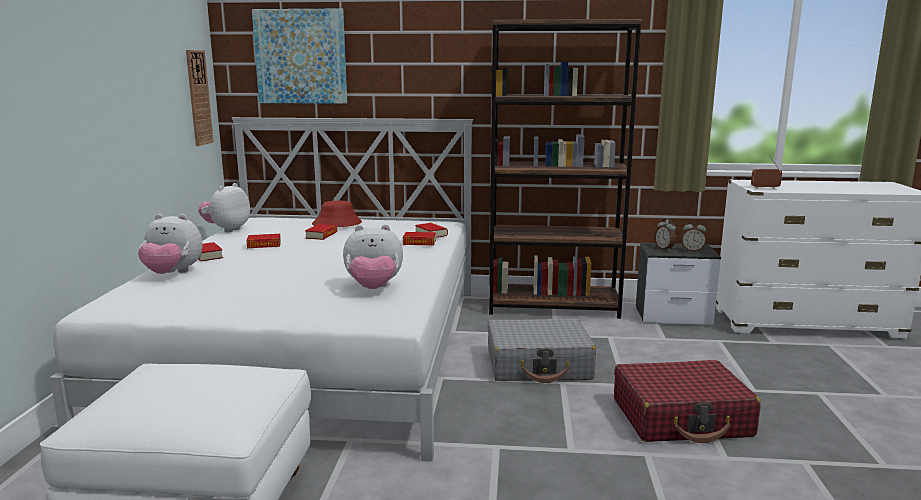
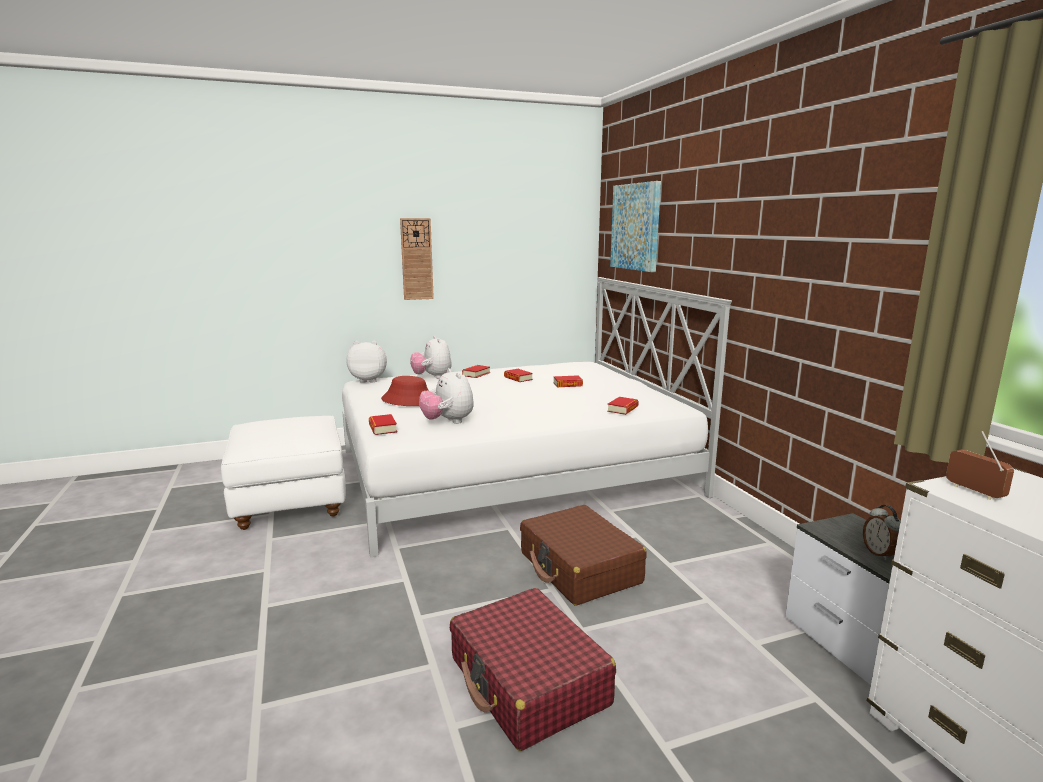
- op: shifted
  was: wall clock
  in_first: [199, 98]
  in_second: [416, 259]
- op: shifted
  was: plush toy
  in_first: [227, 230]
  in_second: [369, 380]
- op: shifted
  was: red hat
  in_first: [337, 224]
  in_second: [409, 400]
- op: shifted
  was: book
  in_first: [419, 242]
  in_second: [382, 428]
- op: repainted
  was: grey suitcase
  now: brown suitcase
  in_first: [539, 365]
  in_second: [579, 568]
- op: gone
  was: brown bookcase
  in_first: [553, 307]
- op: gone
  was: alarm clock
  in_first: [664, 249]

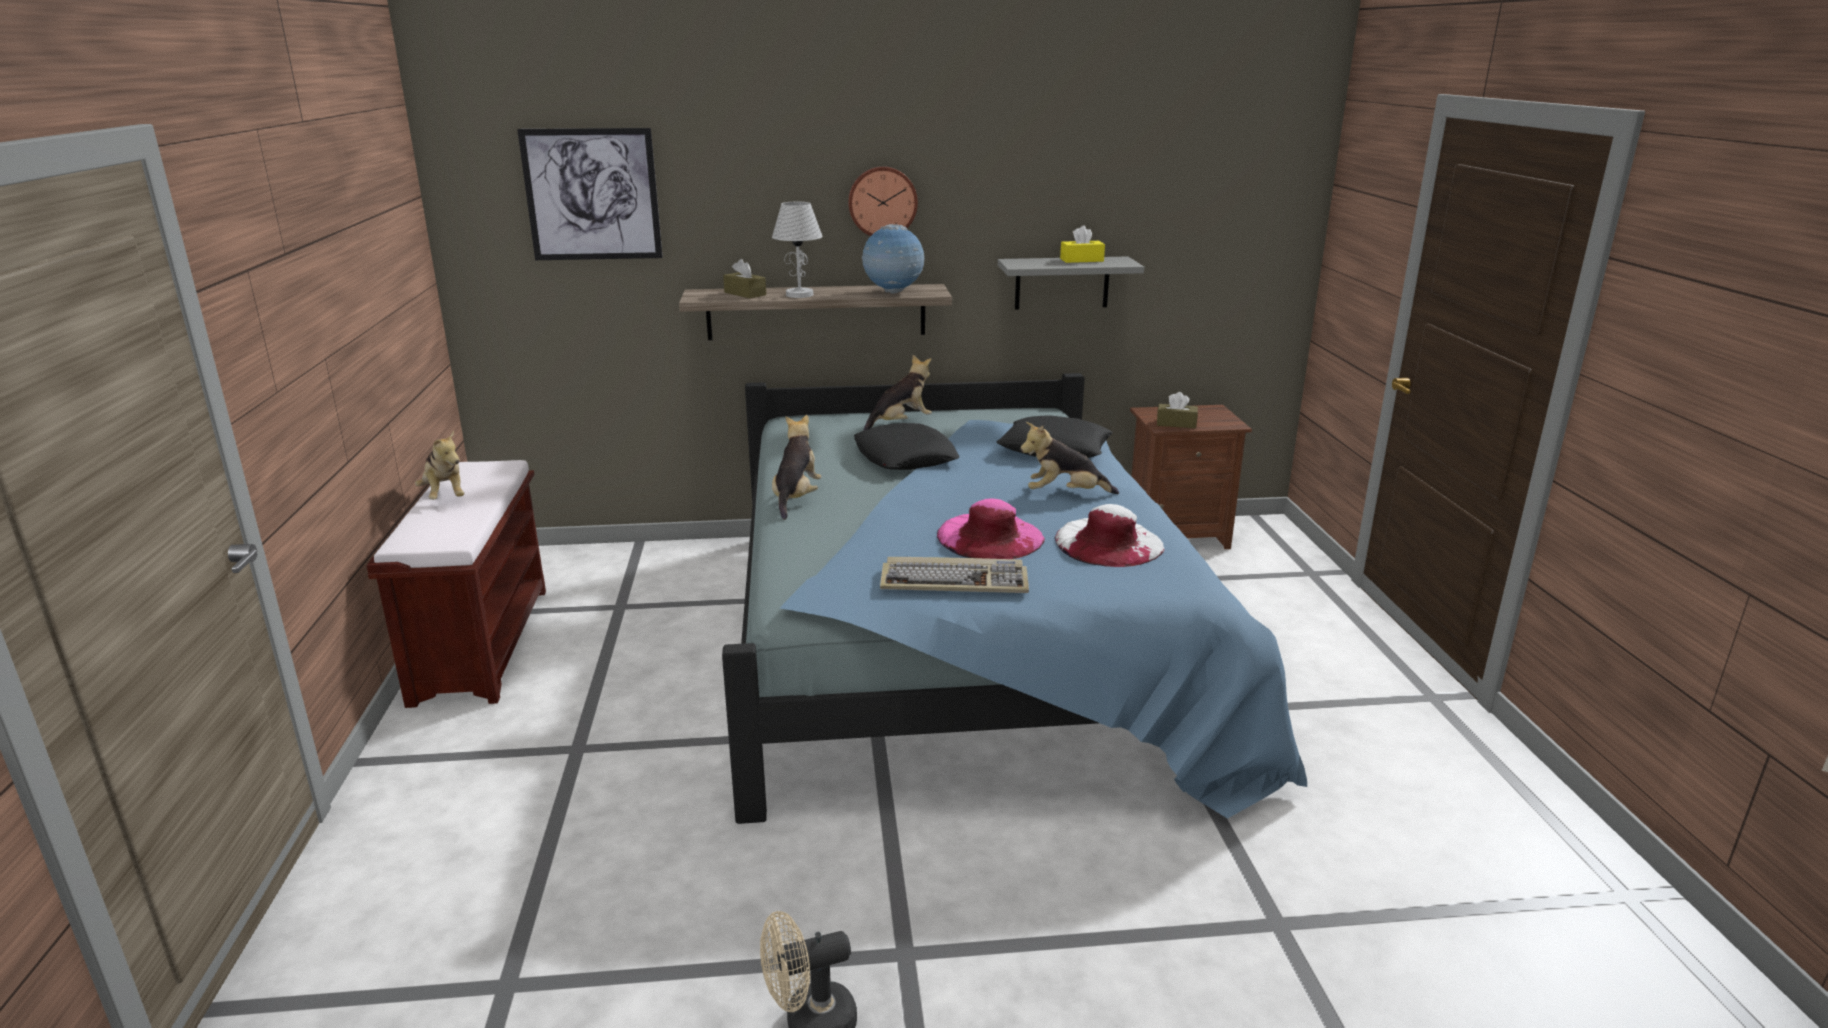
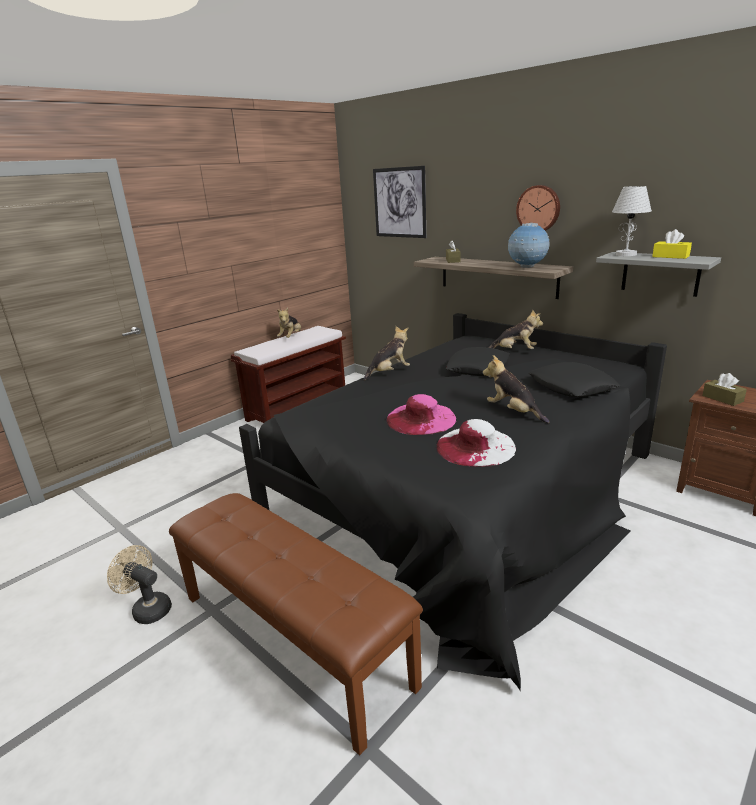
- op: repainted
  was: blue bed
  now: black bed
  in_first: [964, 647]
  in_second: [467, 493]
- op: shifted
  was: white table lamp
  in_first: [799, 295]
  in_second: [625, 254]
- op: gone
  was: keyboard
  in_first: [955, 581]
- op: new
  now: brown bench
  in_second: [294, 638]

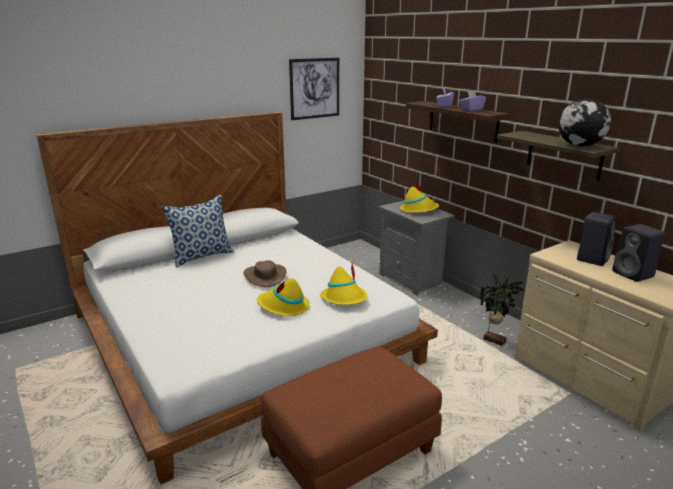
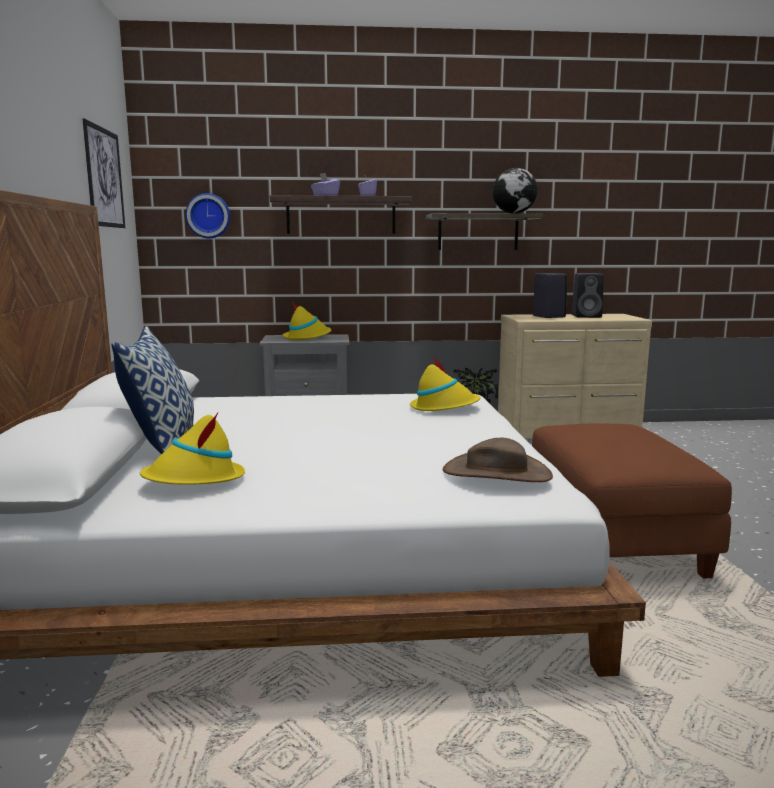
- op: shifted
  was: brown hat
  in_first: [265, 276]
  in_second: [497, 473]
- op: shifted
  was: yellow hat
  in_first: [283, 307]
  in_second: [194, 480]
- op: new
  now: wall clock
  in_second: [208, 216]

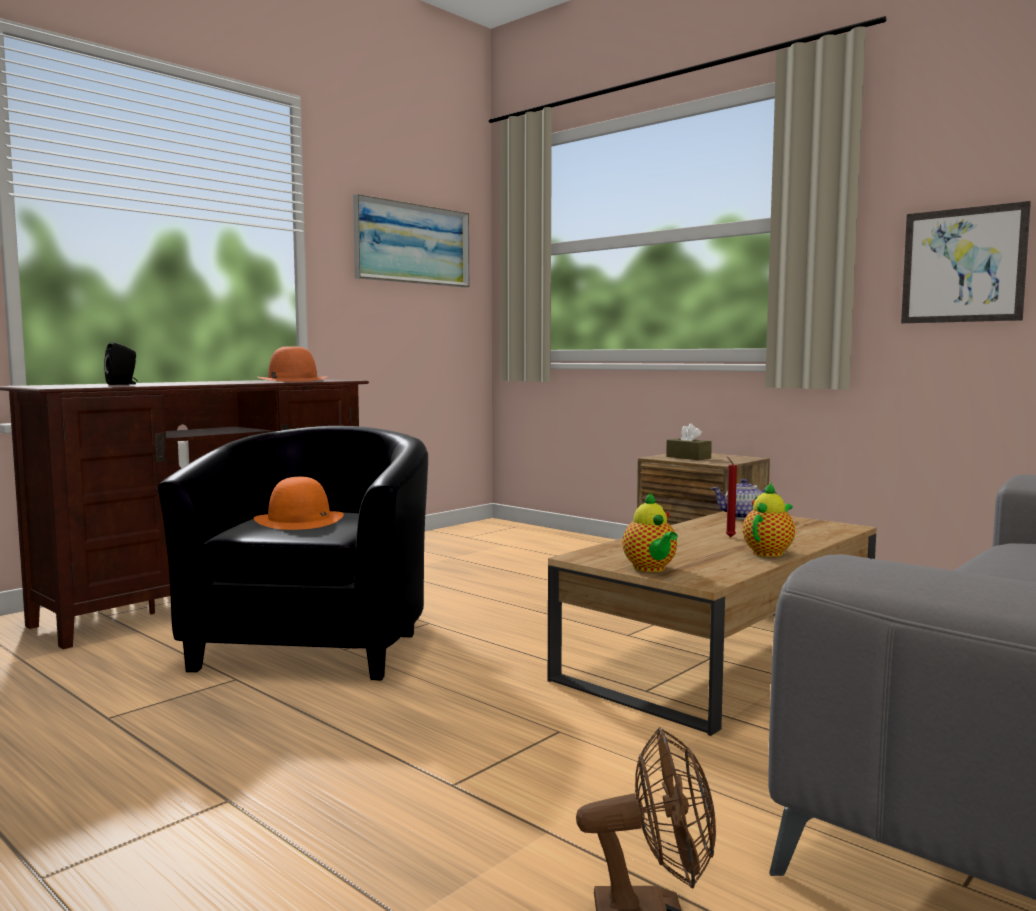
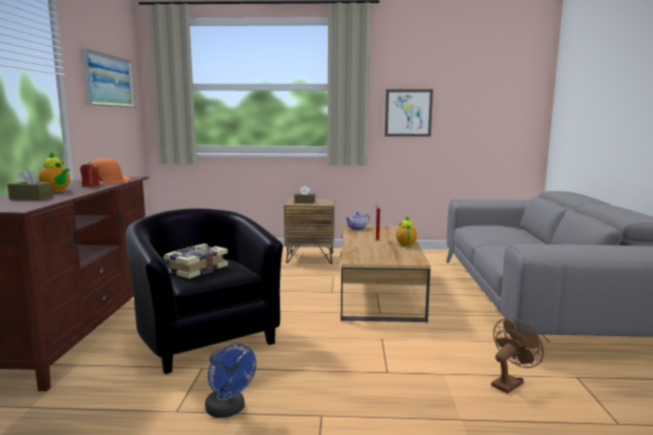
- op: swapped
  was: black speaker
  now: brown tissue box
  in_first: [123, 384]
  in_second: [31, 198]
- op: swapped
  was: orange hat
  now: book
  in_first: [299, 520]
  in_second: [195, 269]
- op: shifted
  was: teapot
  in_first: [650, 569]
  in_second: [57, 191]
- op: new
  now: red candle
  in_second: [91, 185]
- op: new
  now: blue fan
  in_second: [228, 410]

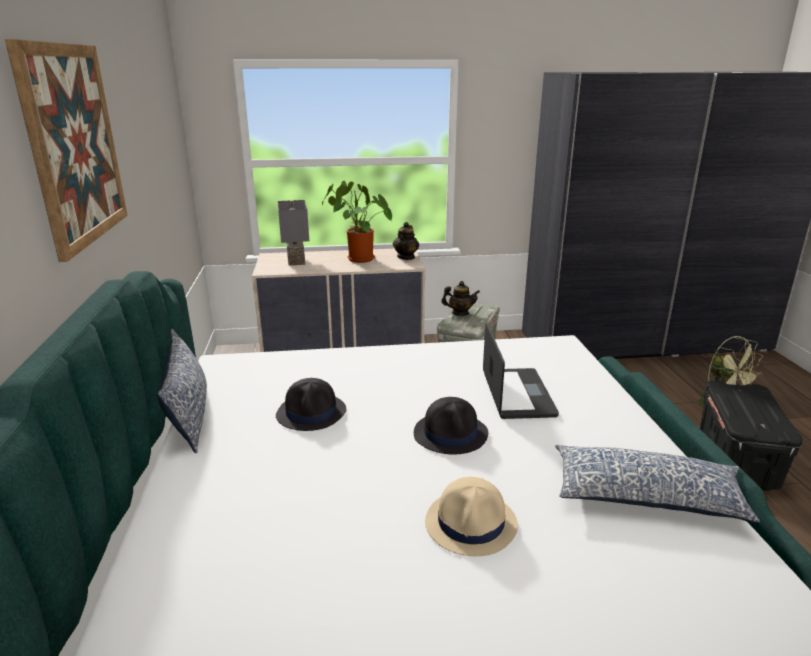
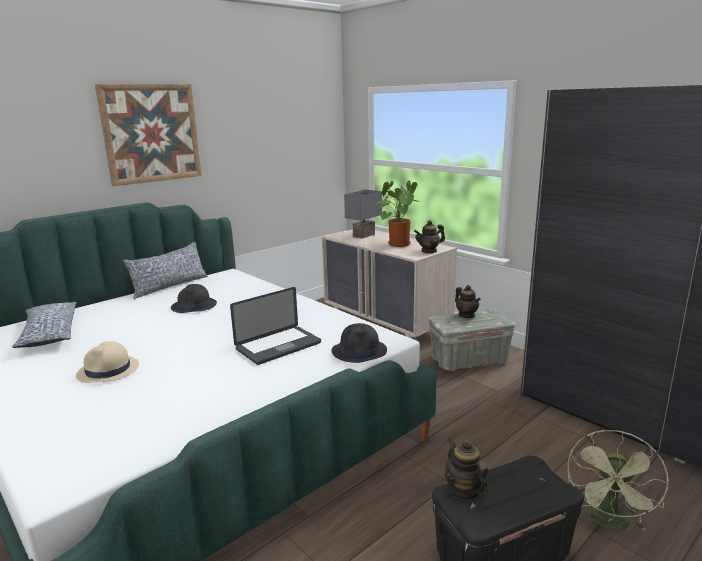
- op: shifted
  was: black hat
  in_first: [451, 434]
  in_second: [359, 351]
- op: shifted
  was: pillow
  in_first: [647, 498]
  in_second: [49, 334]
- op: new
  now: teapot
  in_second: [464, 490]

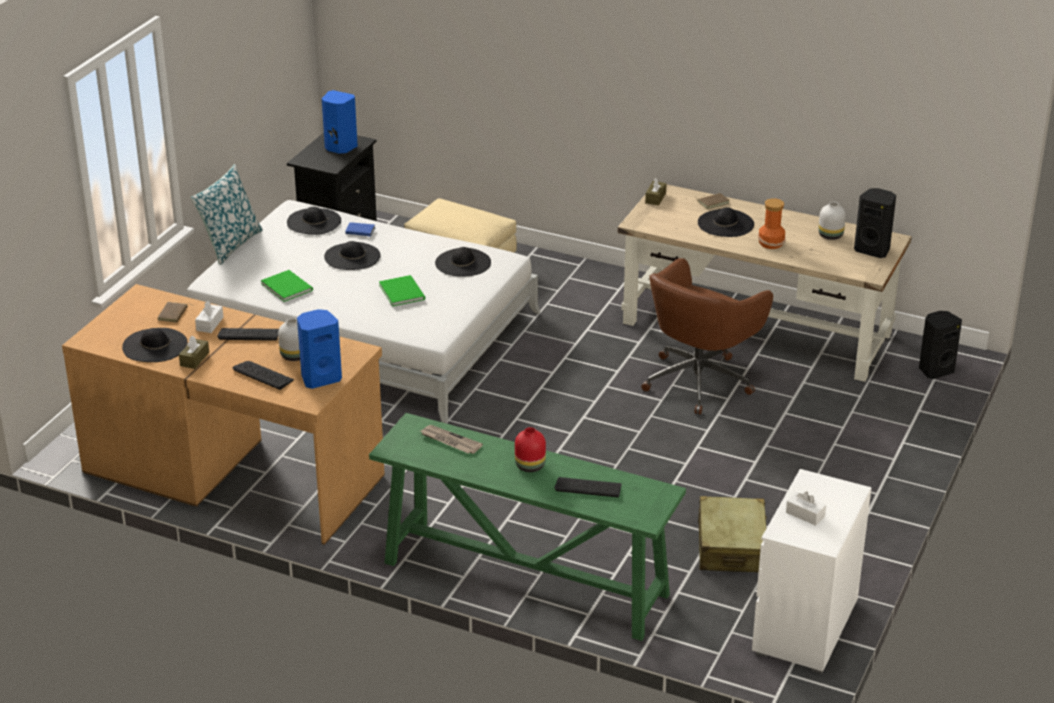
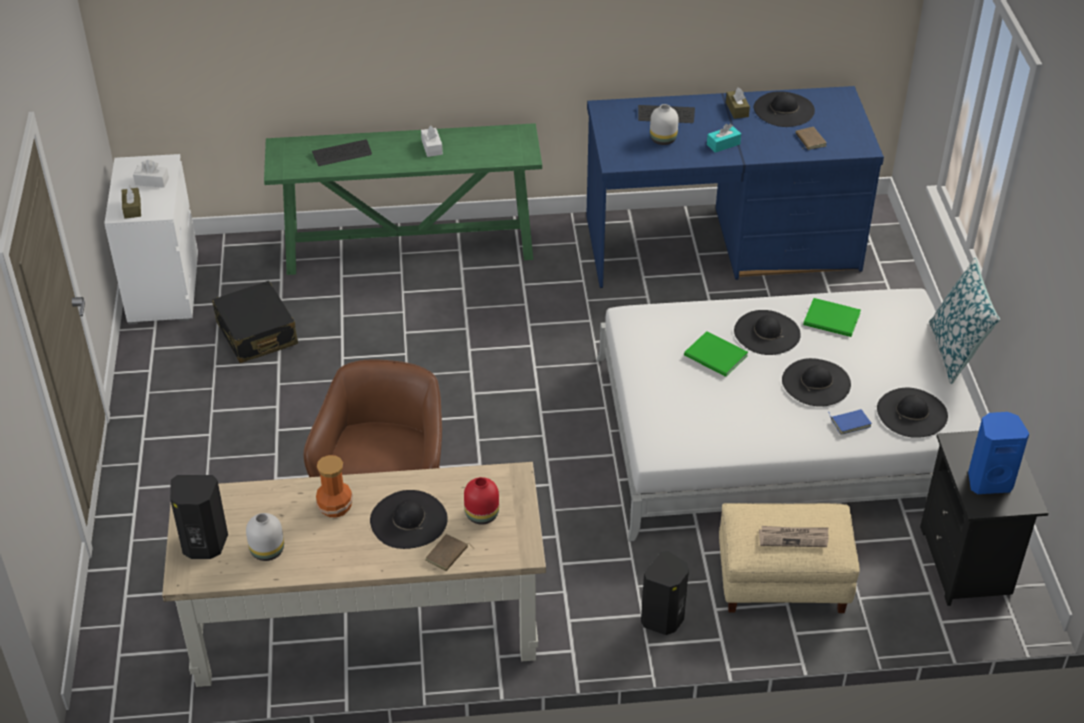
- op: repainted
  was: brown desk
  now: blue desk
  in_first: [234, 472]
  in_second: [722, 245]
- op: shifted
  was: white tissue box
  in_first: [210, 324]
  in_second: [432, 147]
- op: swapped
  was: keyboard
  now: turquoise tissue box
  in_first: [249, 335]
  in_second: [723, 144]
- op: gone
  was: blue speaker
  in_first: [320, 378]
- op: shifted
  was: newspaper
  in_first: [450, 441]
  in_second: [793, 538]
- op: shifted
  was: black hat
  in_first: [463, 263]
  in_second: [767, 332]
- op: shifted
  was: red vase
  in_first: [530, 466]
  in_second: [481, 514]
- op: shifted
  was: brown tissue box
  in_first: [655, 198]
  in_second: [132, 208]
- op: repainted
  was: beige suitcase
  now: black suitcase
  in_first: [731, 547]
  in_second: [256, 333]
- op: shifted
  was: black speaker
  in_first: [935, 370]
  in_second: [664, 619]

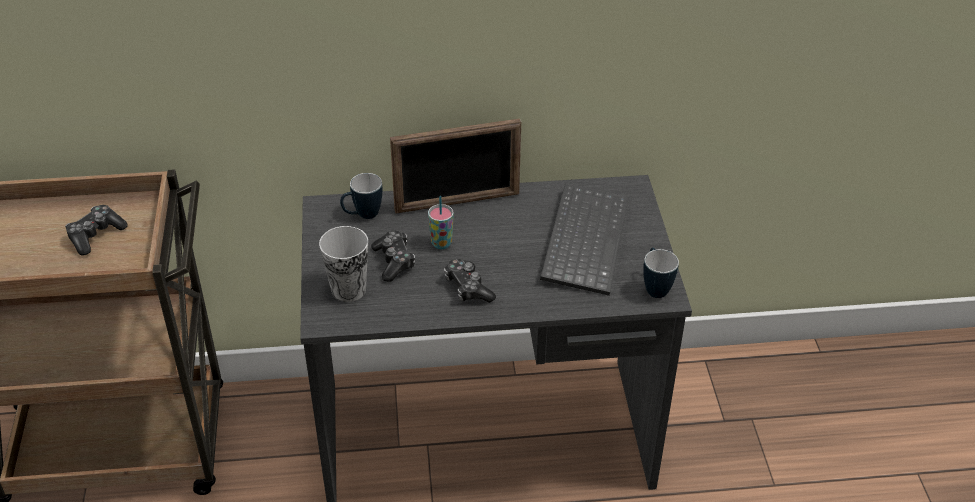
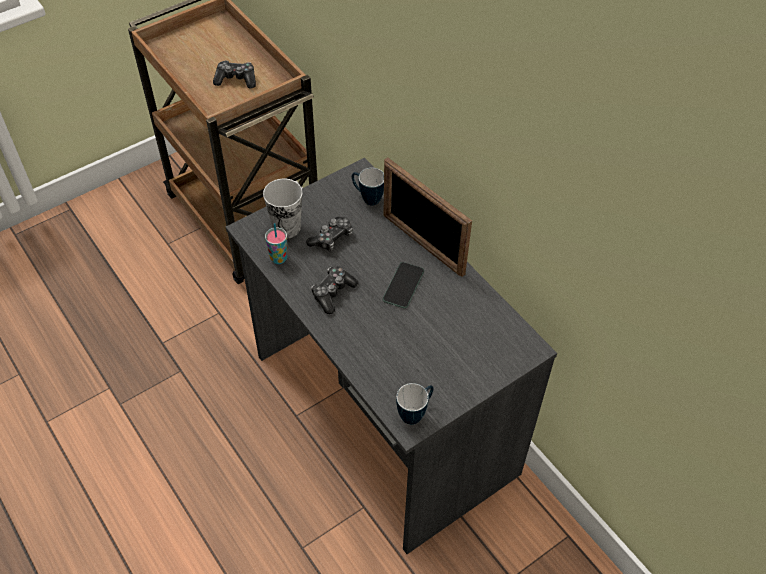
- op: shifted
  was: cup
  in_first: [441, 243]
  in_second: [278, 258]
- op: gone
  was: keyboard
  in_first: [583, 239]
- op: new
  now: phone
  in_second: [403, 285]

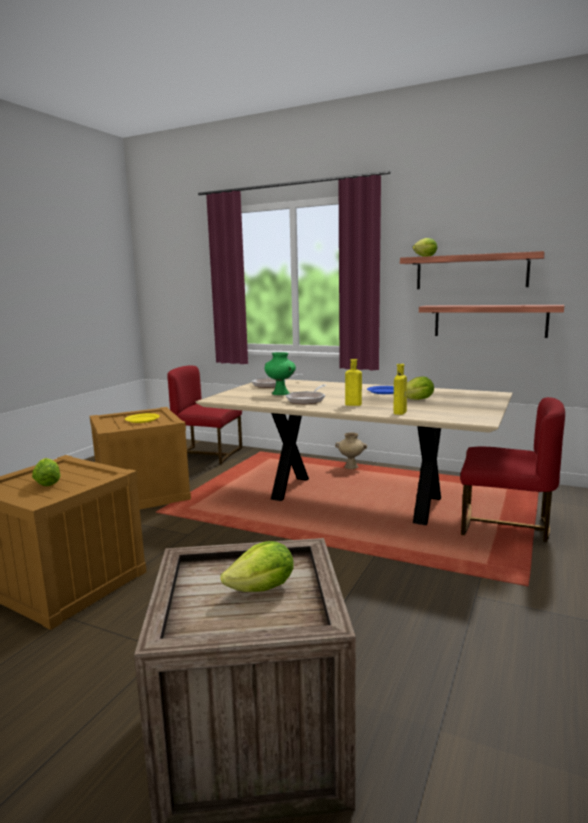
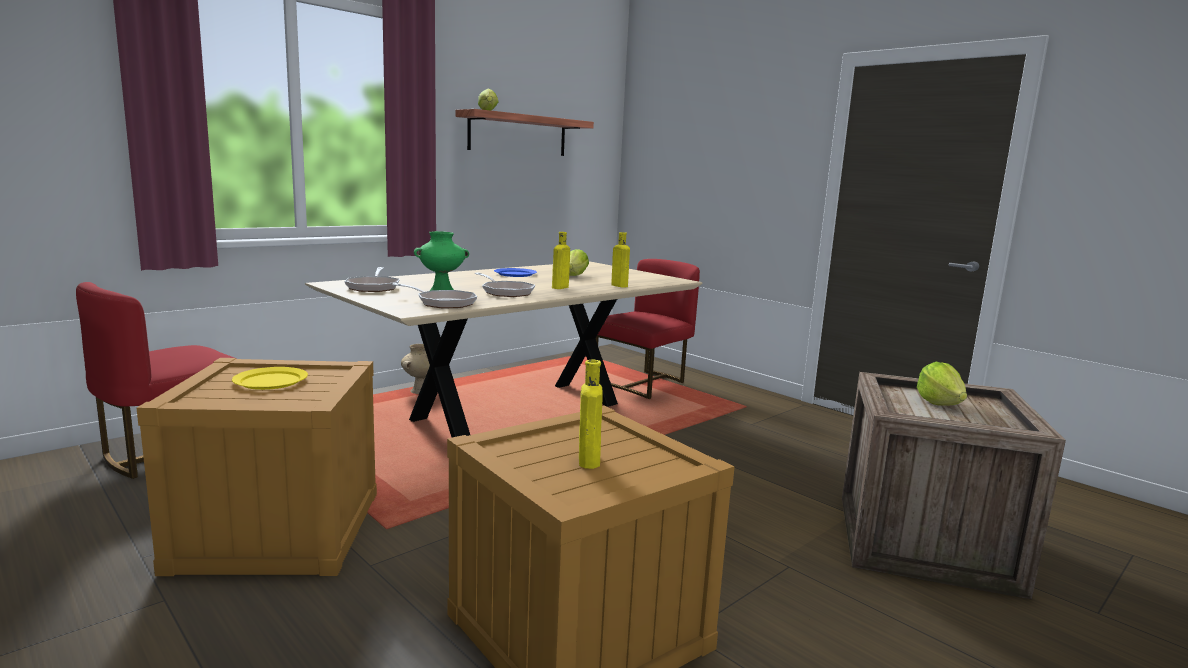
- op: swapped
  was: lettuce
  now: yellow bottle
  in_first: [48, 482]
  in_second: [588, 459]
- op: gone
  was: shelf
  in_first: [490, 321]
- op: new
  now: frying pan
  in_second: [442, 303]

